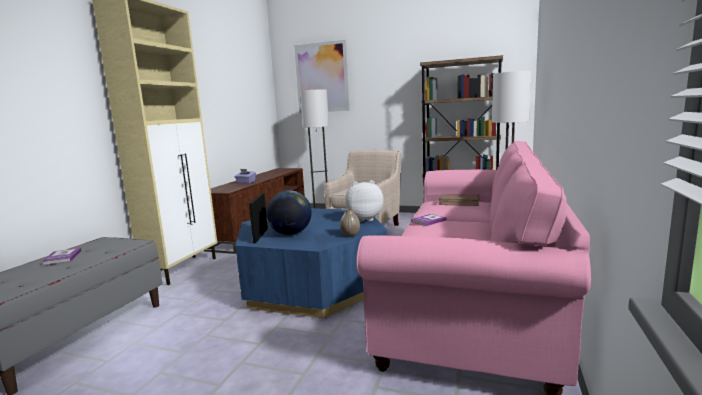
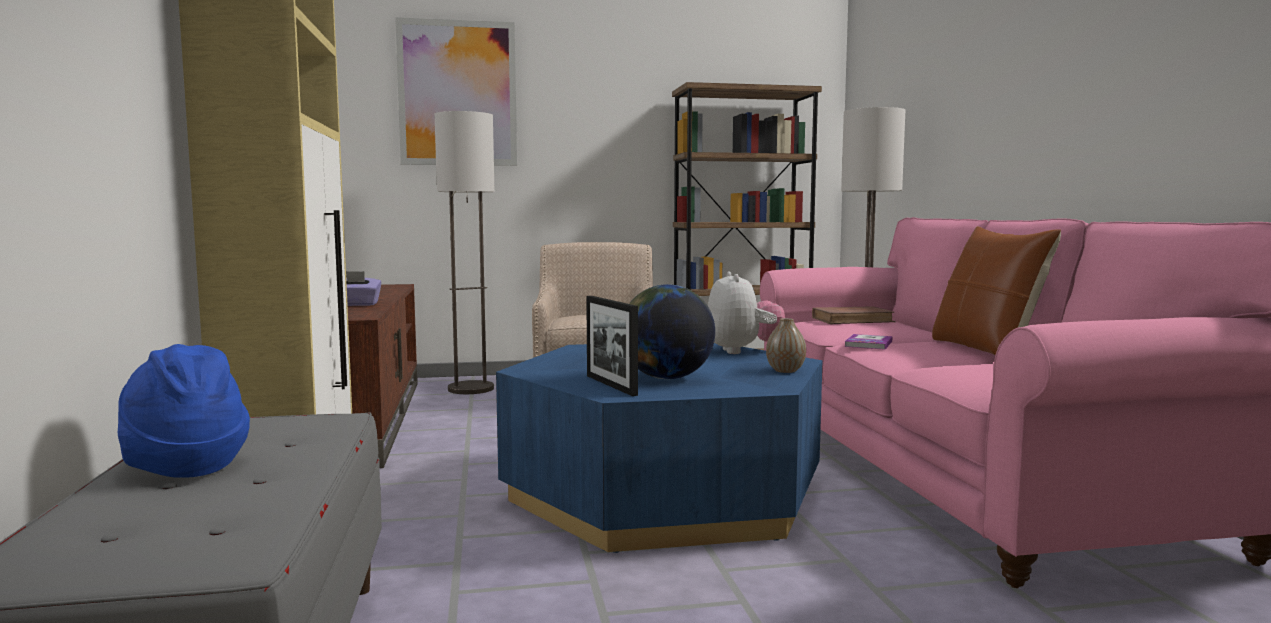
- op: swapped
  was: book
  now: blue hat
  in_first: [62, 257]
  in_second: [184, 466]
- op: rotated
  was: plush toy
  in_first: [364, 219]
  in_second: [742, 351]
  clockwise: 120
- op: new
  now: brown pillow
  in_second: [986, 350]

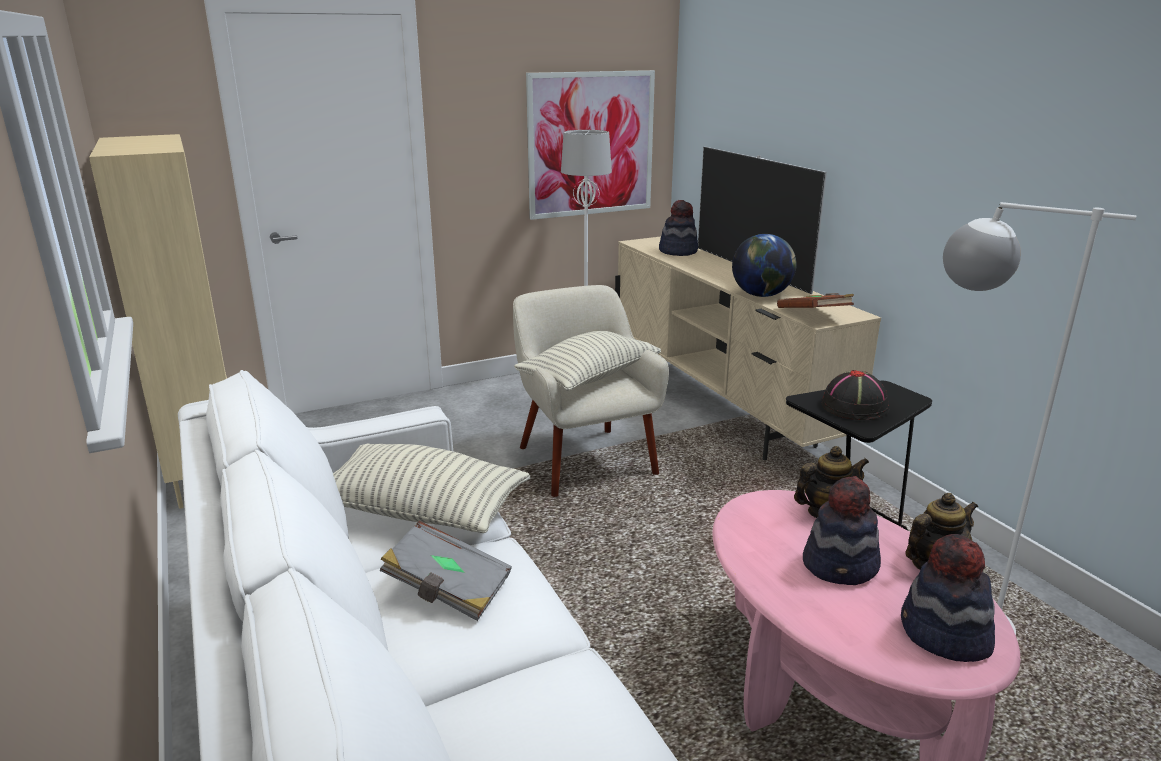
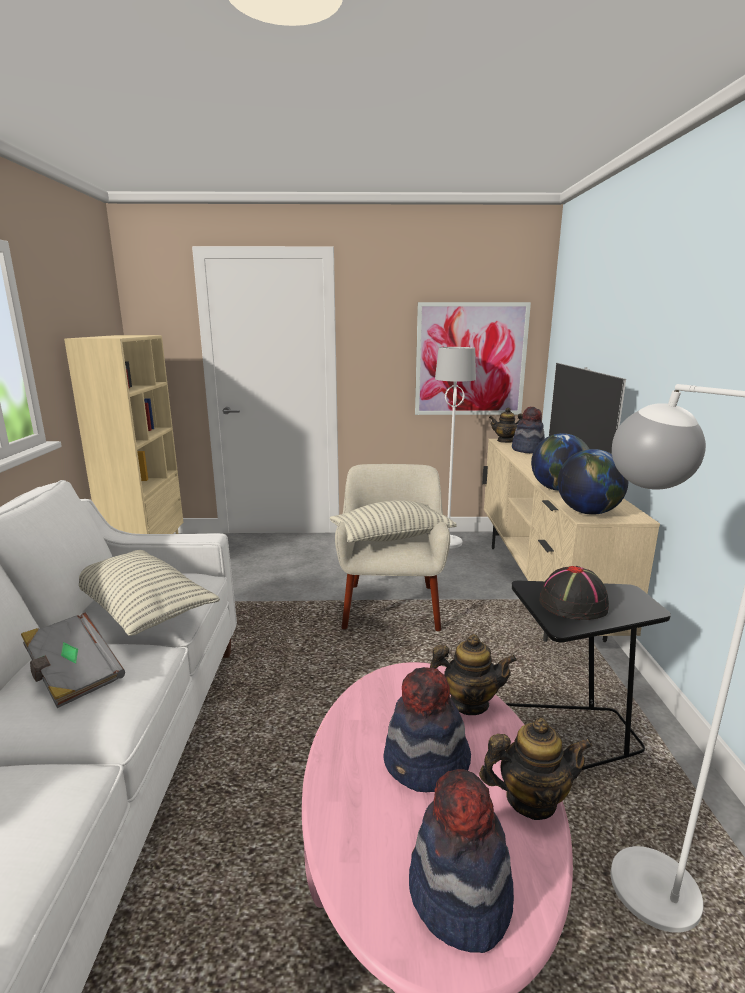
- op: swapped
  was: brown book
  now: globe
  in_first: [814, 316]
  in_second: [588, 512]
- op: new
  now: teapot
  in_second: [505, 441]

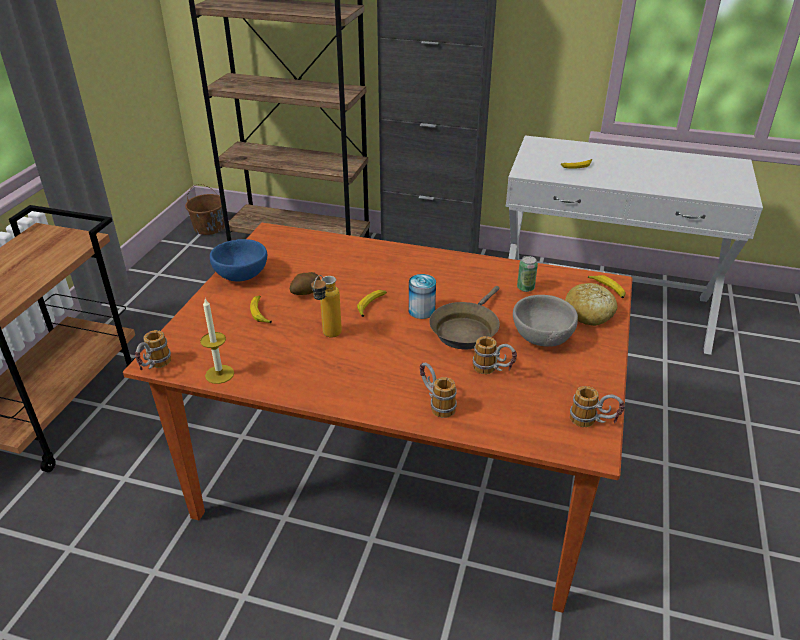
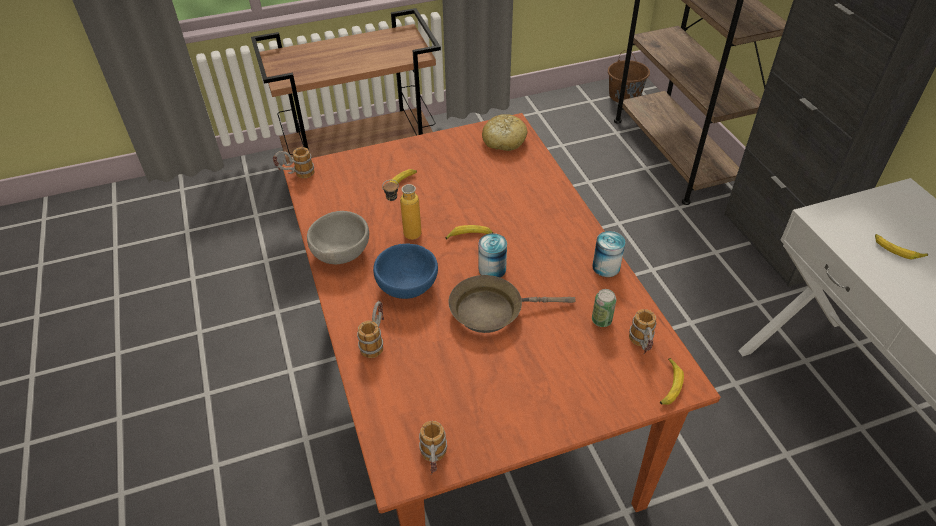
- op: gone
  was: candle
  in_first: [219, 374]
- op: shifted
  was: blue bowl
  in_first: [240, 275]
  in_second: [406, 285]
- op: gone
  was: potato
  in_first: [305, 292]
- op: shifted
  was: mug
  in_first: [493, 371]
  in_second: [642, 346]
- op: shifted
  was: grey bowl
  in_first: [543, 336]
  in_second: [342, 252]
- op: shifted
  was: bread
  in_first: [588, 313]
  in_second: [504, 140]
- op: new
  now: can
  in_second: [606, 267]

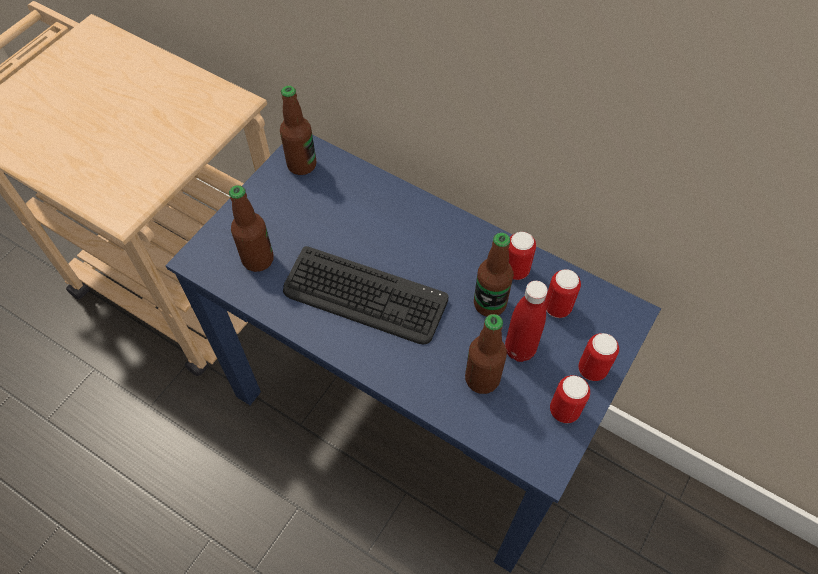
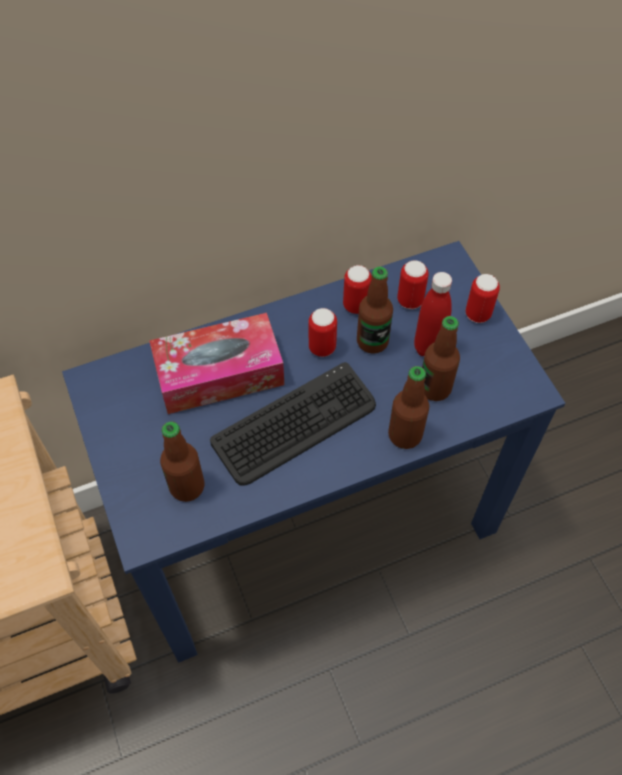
- op: shifted
  was: bottle
  in_first: [302, 165]
  in_second: [405, 435]
- op: shifted
  was: can
  in_first: [564, 410]
  in_second: [322, 347]
- op: new
  now: tissue box
  in_second: [219, 374]

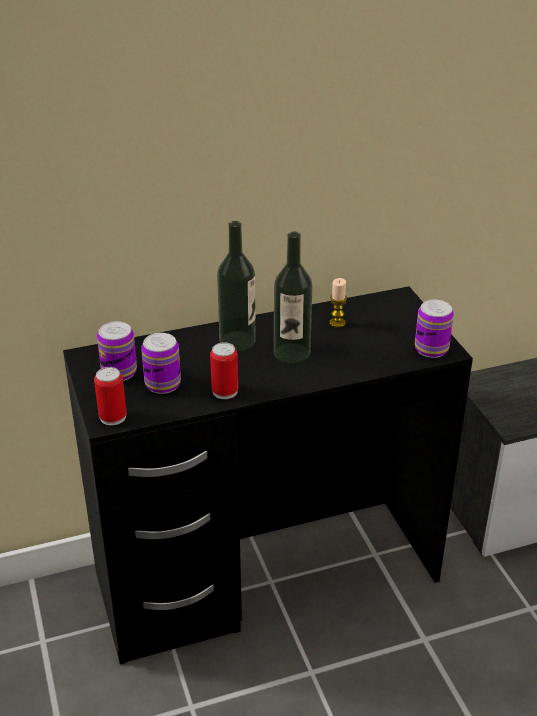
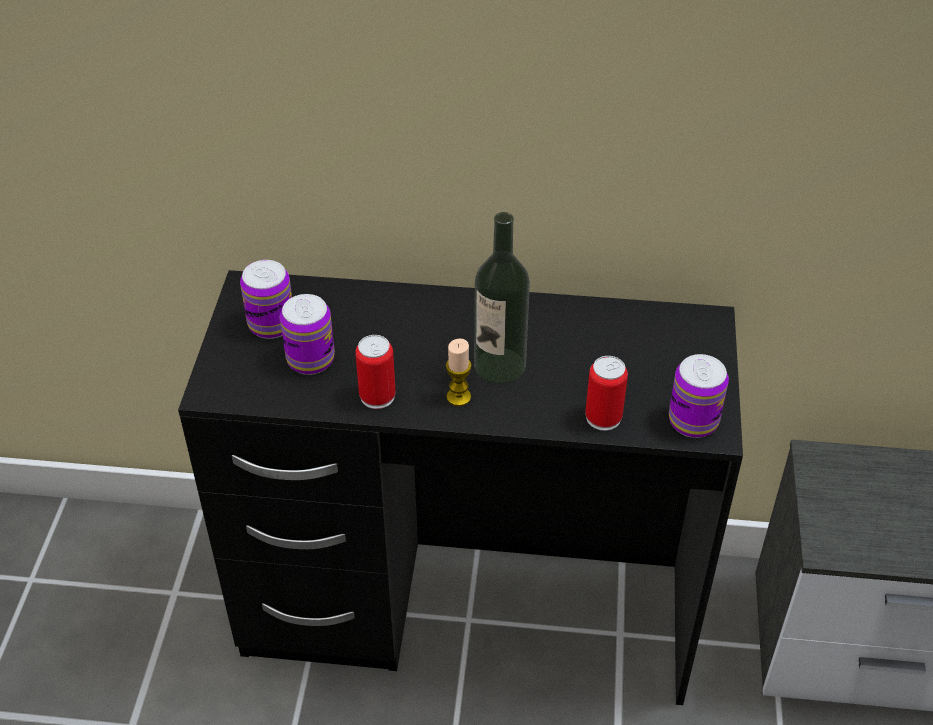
- op: shifted
  was: can
  in_first: [113, 417]
  in_second: [603, 417]
- op: gone
  was: bottle
  in_first: [237, 341]
- op: shifted
  was: candle
  in_first: [337, 323]
  in_second: [458, 397]

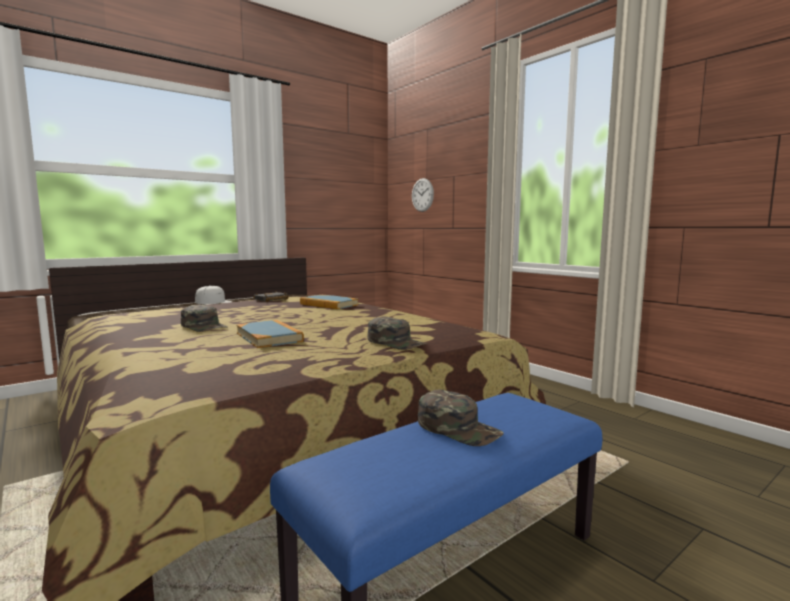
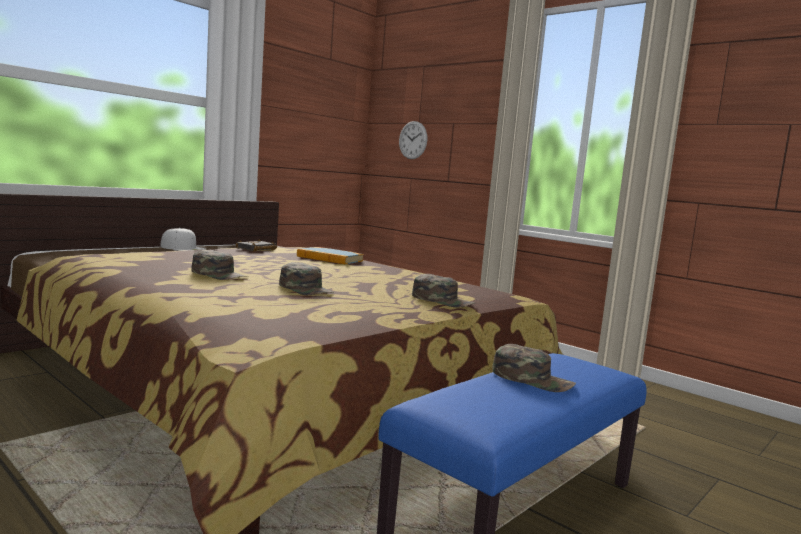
- op: swapped
  was: book
  now: green cap
  in_first: [269, 337]
  in_second: [306, 289]

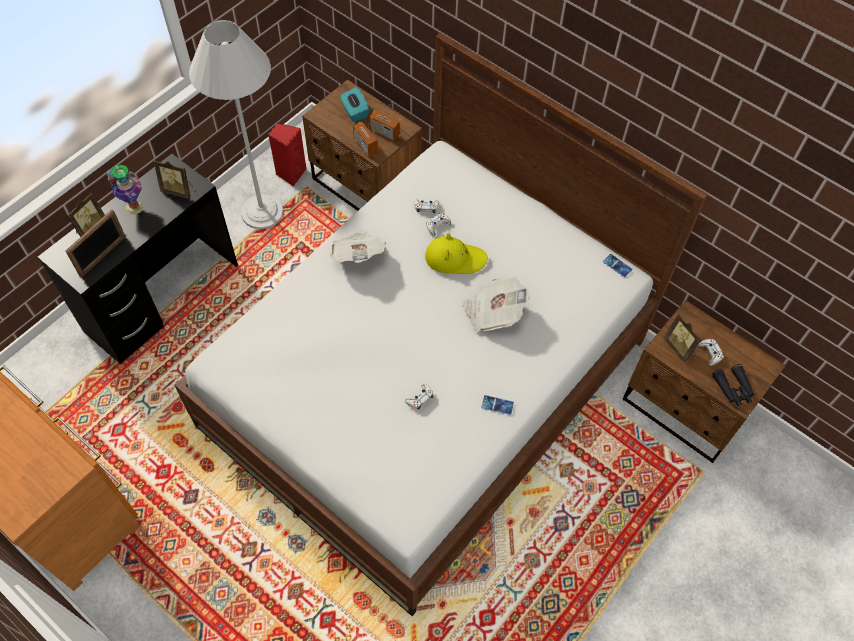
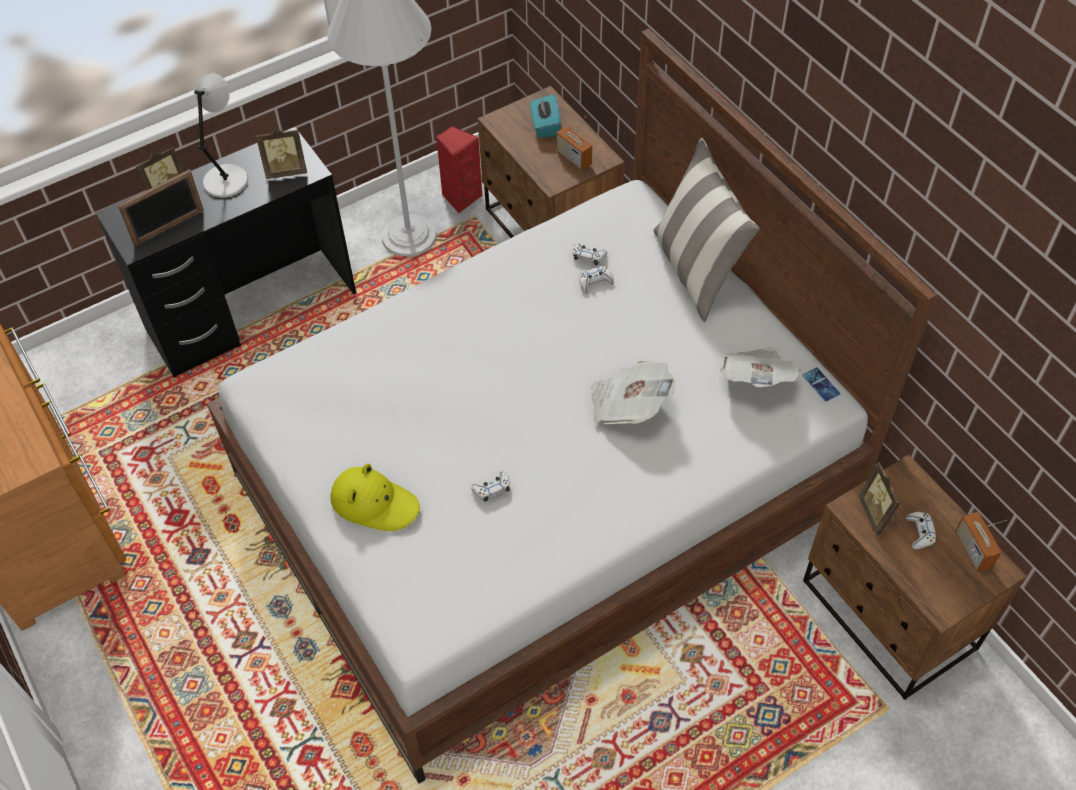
- op: swapped
  was: vase
  now: grey table lamp
  in_first: [134, 207]
  in_second: [227, 179]
- op: rotated
  was: picture frame
  in_first: [178, 190]
  in_second: [286, 171]
  clockwise: -45
- op: shifted
  was: newspaper
  in_first: [358, 255]
  in_second: [757, 379]
- op: shifted
  was: radio
  in_first: [365, 146]
  in_second: [973, 550]
- op: shifted
  was: yellow hat
  in_first: [455, 258]
  in_second: [375, 503]
- op: gone
  was: phone
  in_first: [497, 405]
- op: gone
  was: black binoculars
  in_first: [733, 389]
- op: new
  now: pillow
  in_second: [697, 270]

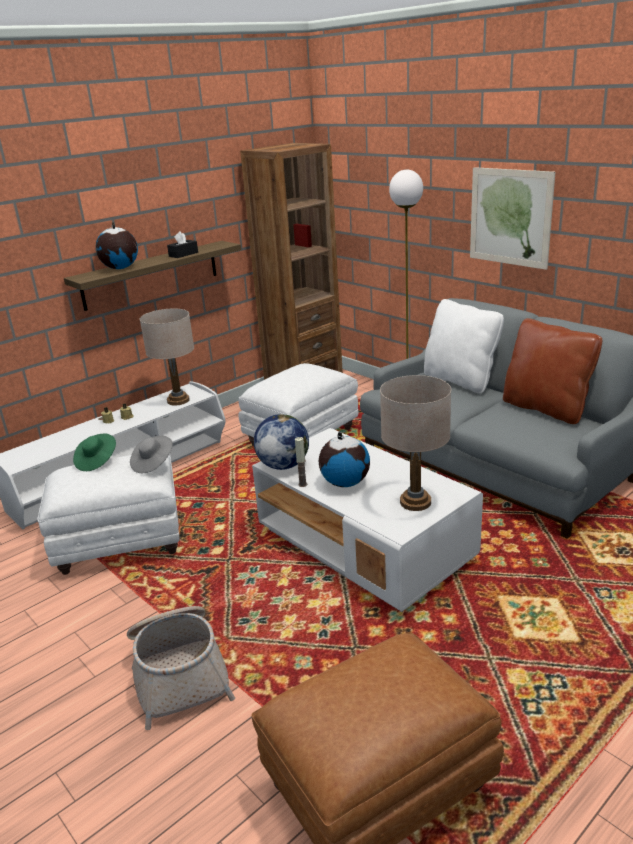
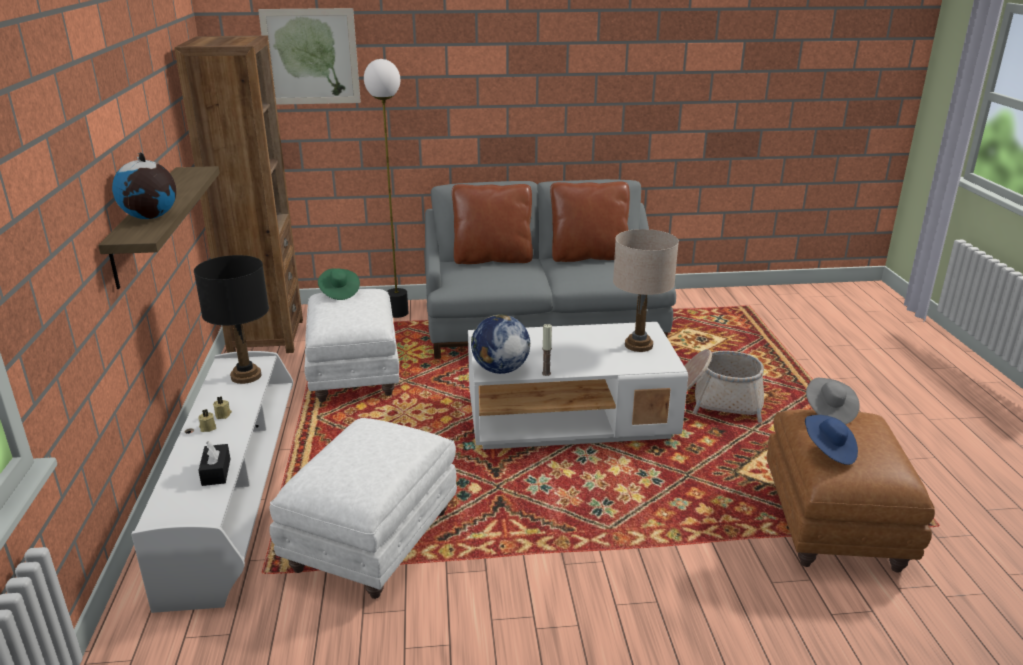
- op: shifted
  was: green hat
  in_first: [96, 461]
  in_second: [339, 292]
- op: shifted
  was: basket
  in_first: [179, 672]
  in_second: [715, 400]
- op: shifted
  was: grey hat
  in_first: [153, 463]
  in_second: [829, 412]
- op: repainted
  was: beige table lamp
  now: black table lamp
  in_first: [178, 400]
  in_second: [246, 376]
- op: shifted
  was: black tissue box
  in_first: [183, 254]
  in_second: [216, 472]
- op: gone
  was: globe
  in_first: [345, 483]
- op: repainted
  was: white pillow
  now: brown pillow
  in_first: [460, 380]
  in_second: [492, 259]
- op: shifted
  was: picture
  in_first: [510, 217]
  in_second: [311, 57]
- op: new
  now: blue hat
  in_second: [829, 451]

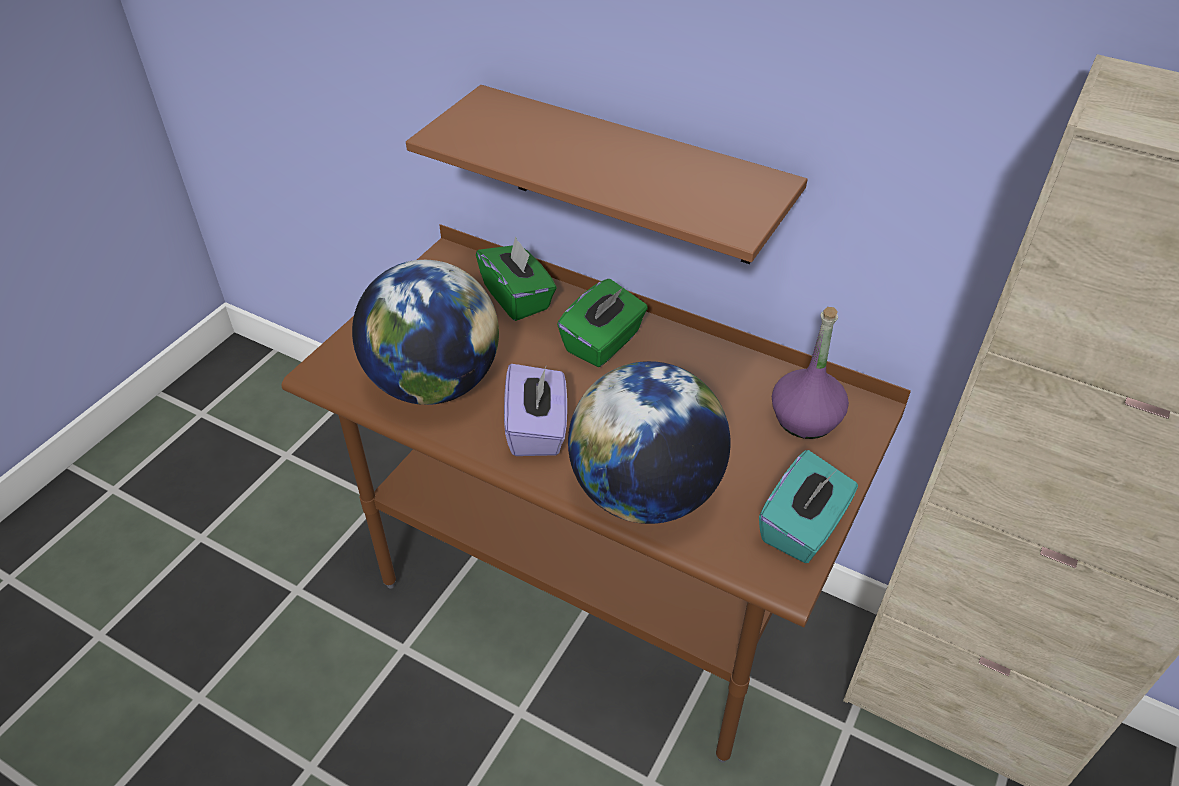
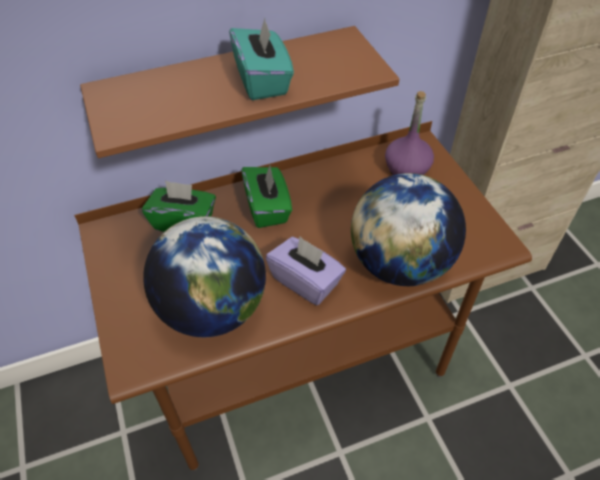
- op: shifted
  was: turquoise tissue box
  in_first: [803, 528]
  in_second: [263, 81]

